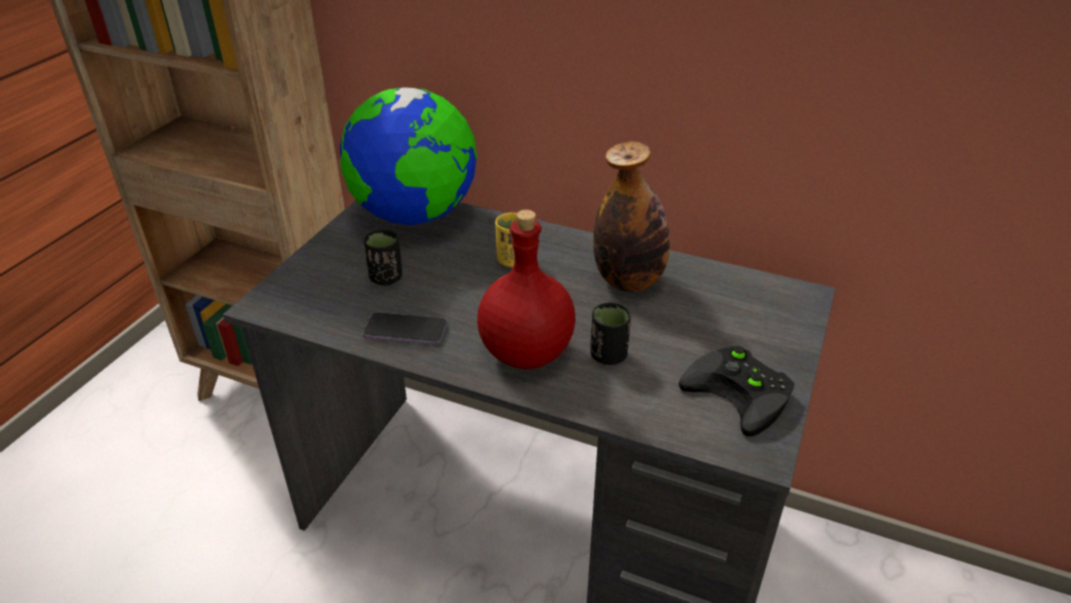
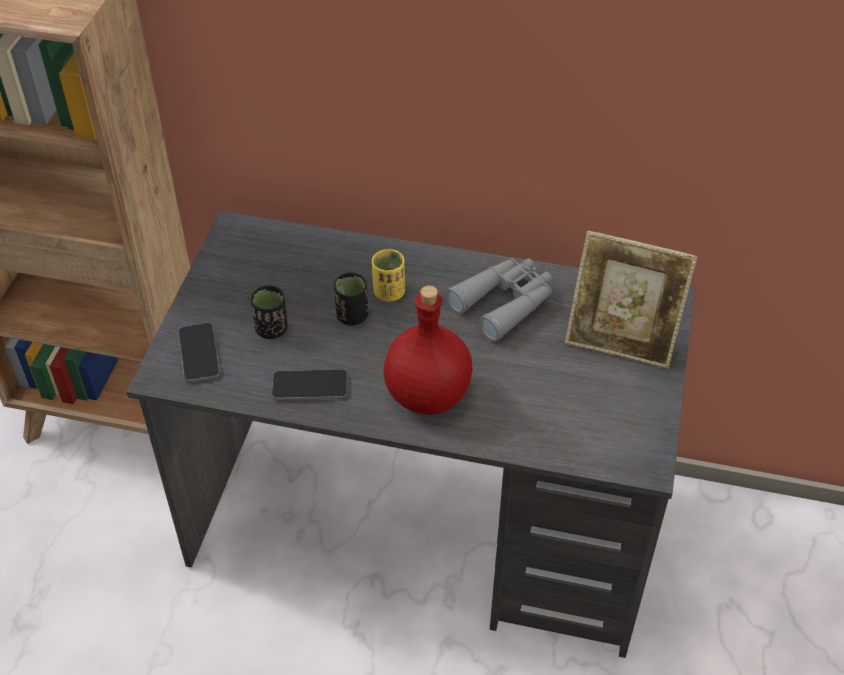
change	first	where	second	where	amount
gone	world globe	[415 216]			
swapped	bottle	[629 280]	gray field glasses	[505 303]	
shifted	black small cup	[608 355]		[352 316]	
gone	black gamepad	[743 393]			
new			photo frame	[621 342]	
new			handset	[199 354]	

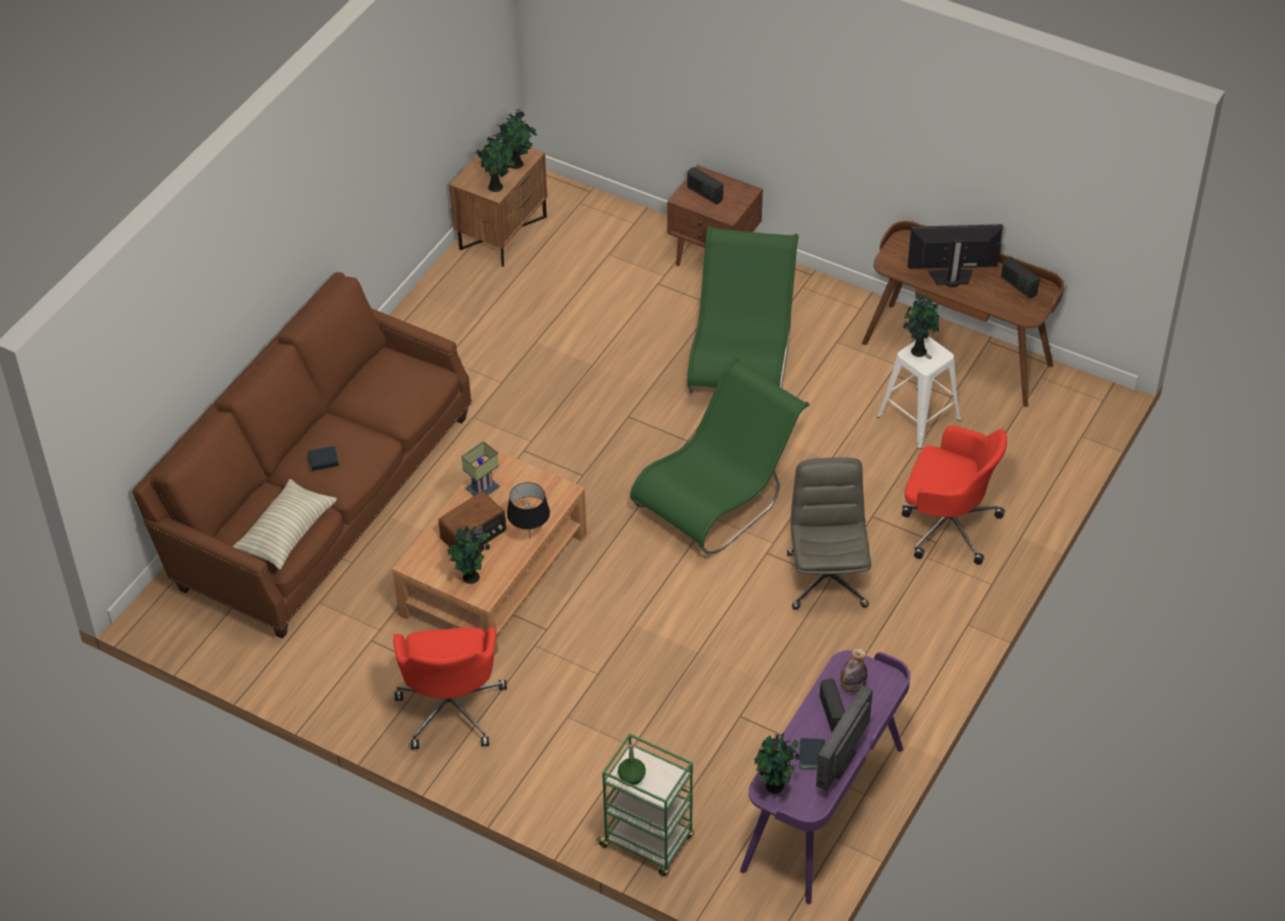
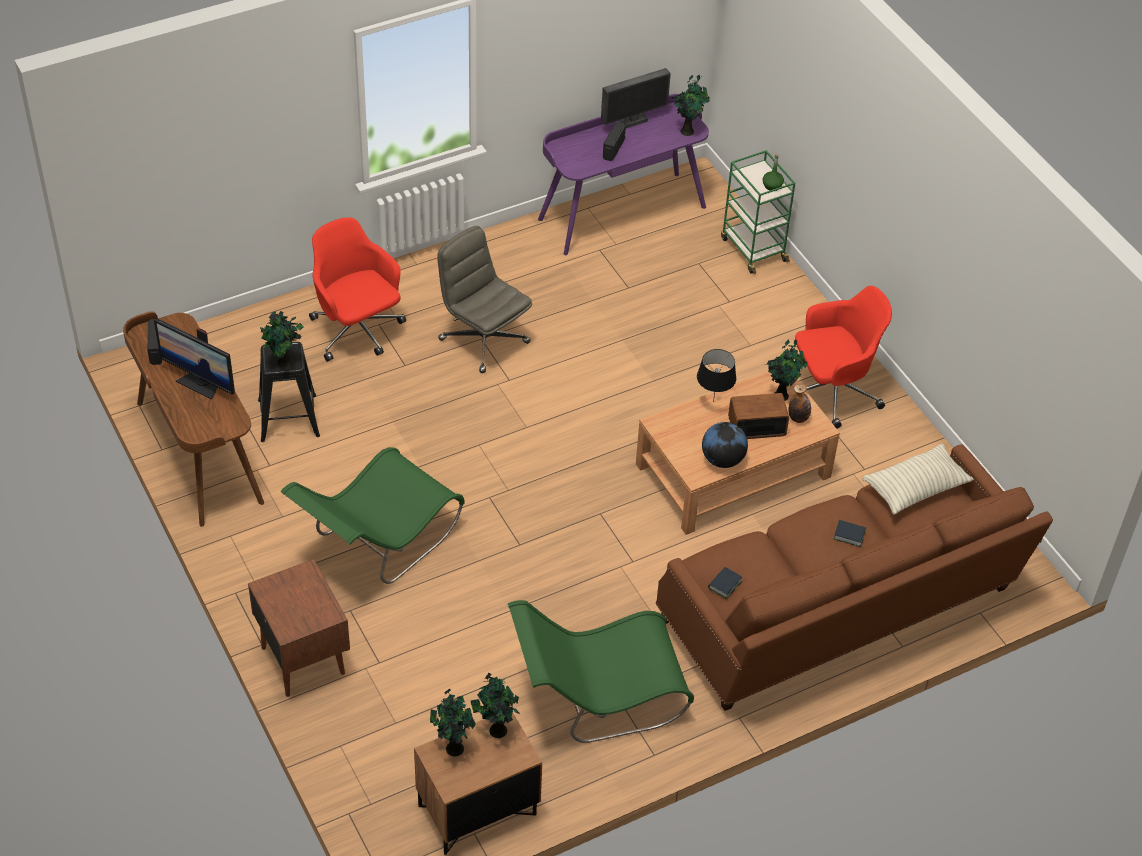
change	first	where	second	where	amount
gone	radio set	[704 194]			
repainted	white stool	[917 417]	black stool	[289 418]	
shifted	green upright chair	[718 500]		[598 698]	
swapped	table lamp	[482 488]	world globe	[722 459]	
rotated	gray office chair	[826 579]		[483 340]	105 degrees clockwise
rotated	red-coloured office chair	[451 707]		[832 391]	45 degrees clockwise
shifted	bottle	[852 686]		[798 418]	
shifted	bound book	[812 756]		[724 584]	

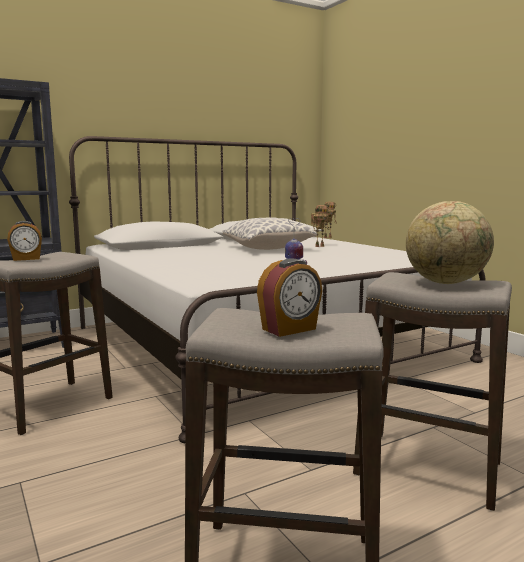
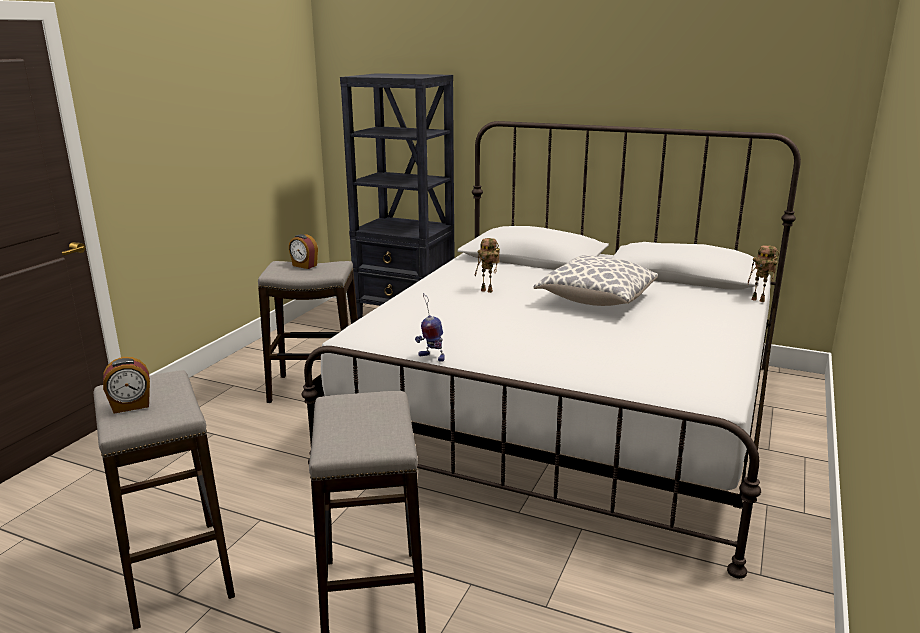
change	first	where	second	where	amount
gone	world globe	[446 283]			
shifted	model robot	[319 246]		[488 291]	
rotated	bedside clock	[290 329]		[131 406]	45 degrees counterclockwise

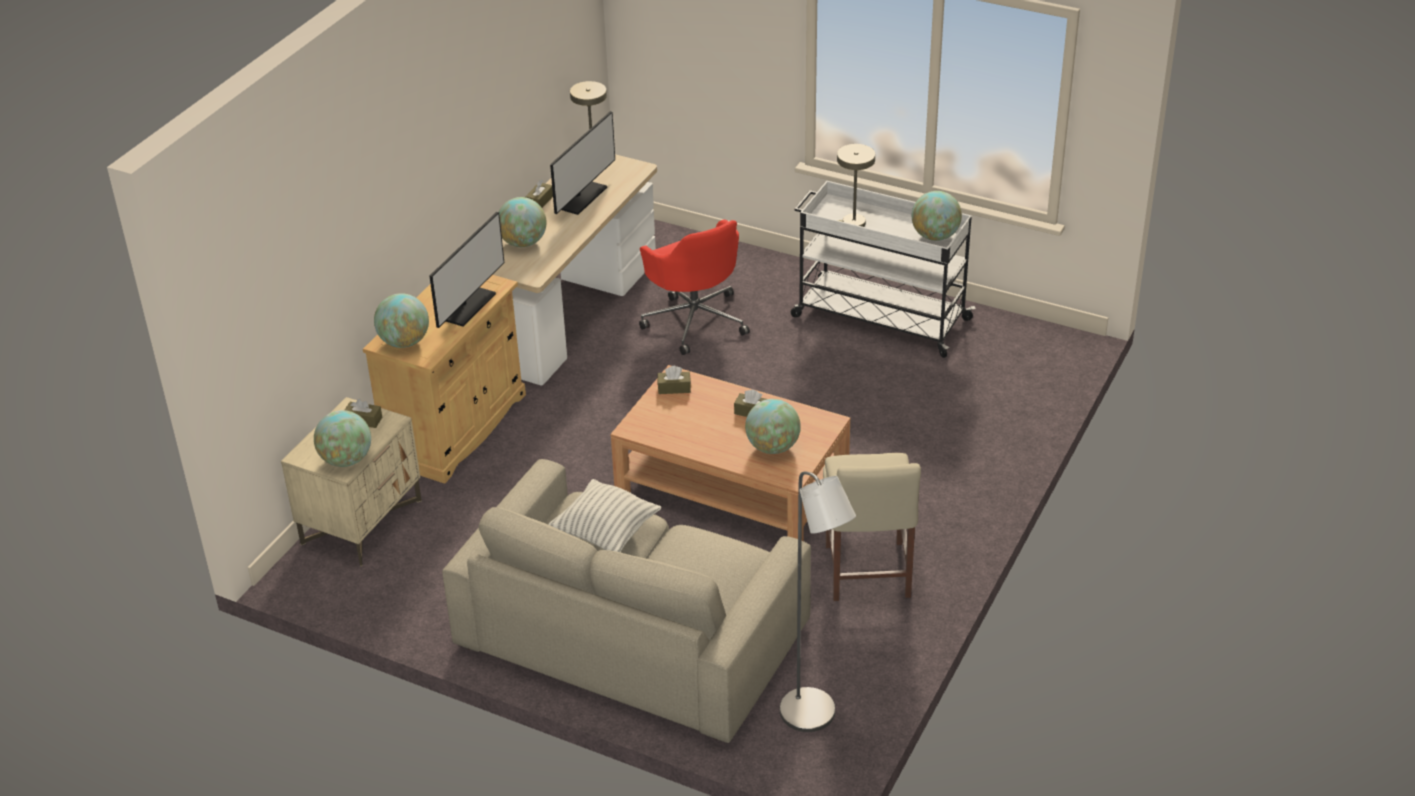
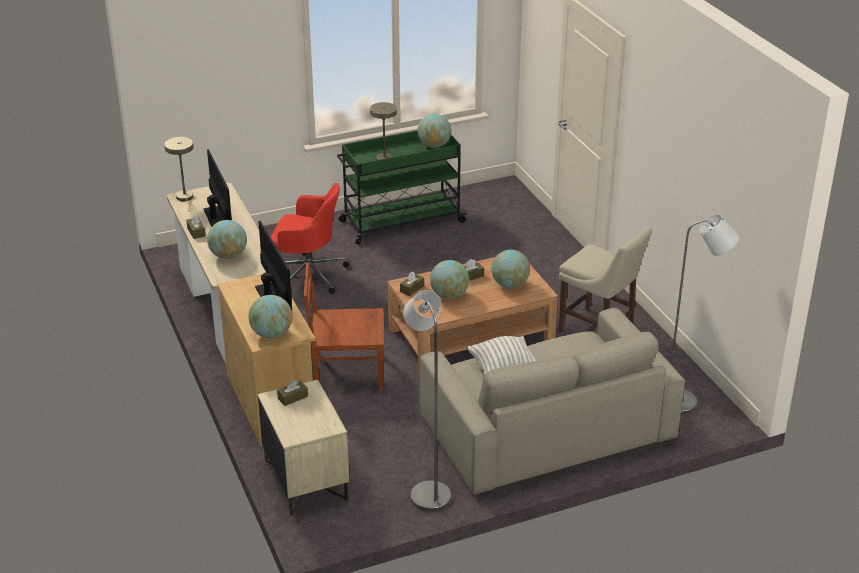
change	first	where	second	where	amount
repainted	white trolley	[879 317]	green trolley	[400 222]	
shifted	world globe	[346 460]		[449 295]	
new			brown-coloured upright chair	[347 373]	
new			gray standing lamp	[427 491]	

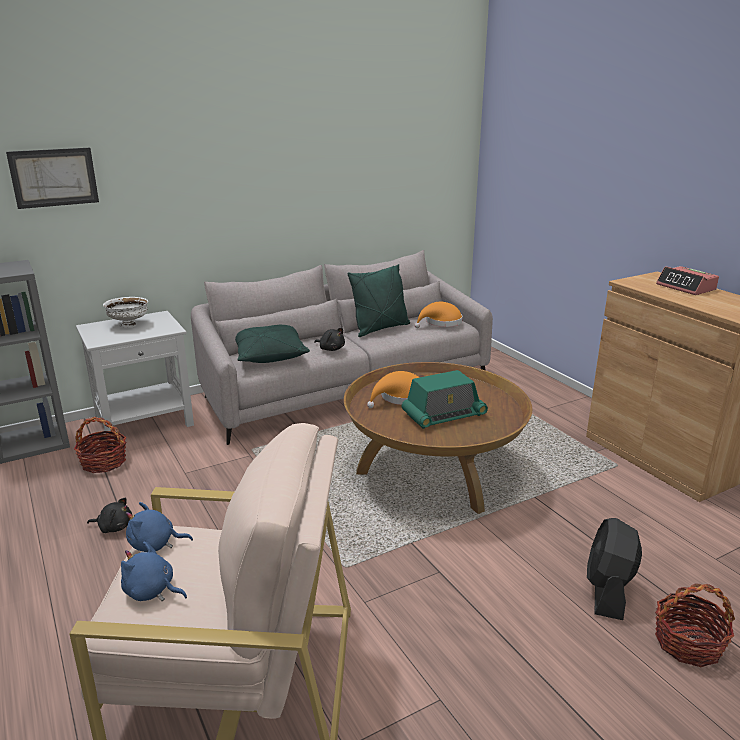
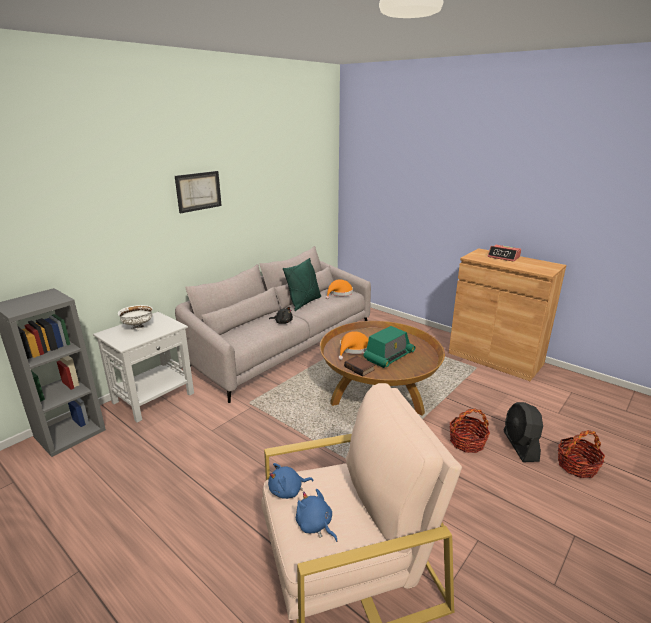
change	first	where	second	where	amount
shifted	wall art	[54 177]		[198 191]	
gone	green pillow	[269 355]			
shifted	storage basket	[103 462]		[467 442]	
gone	black soft toy	[114 527]			
rotated	blue-coloured soft toy	[152 591]		[315 525]	45 degrees clockwise
new			bound book	[360 368]	

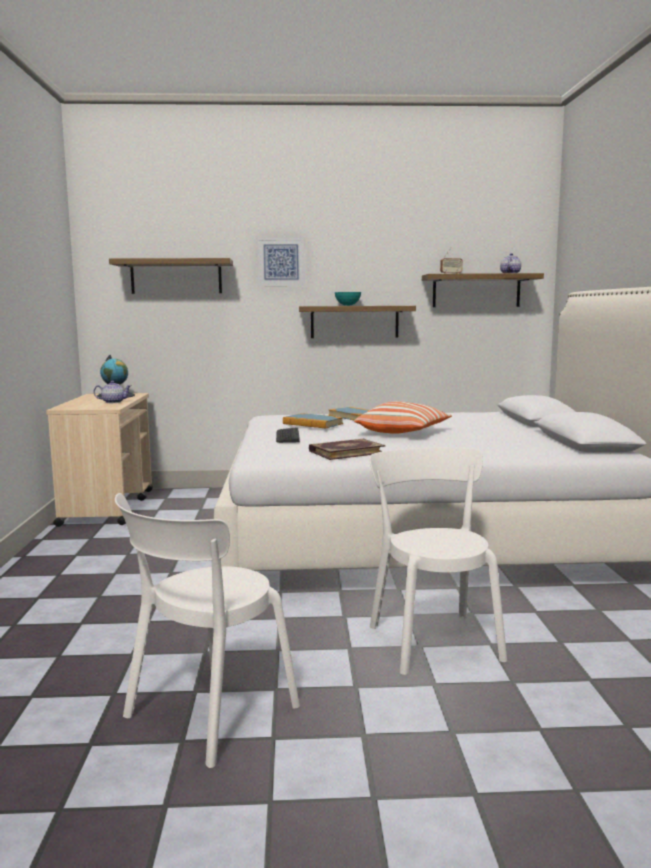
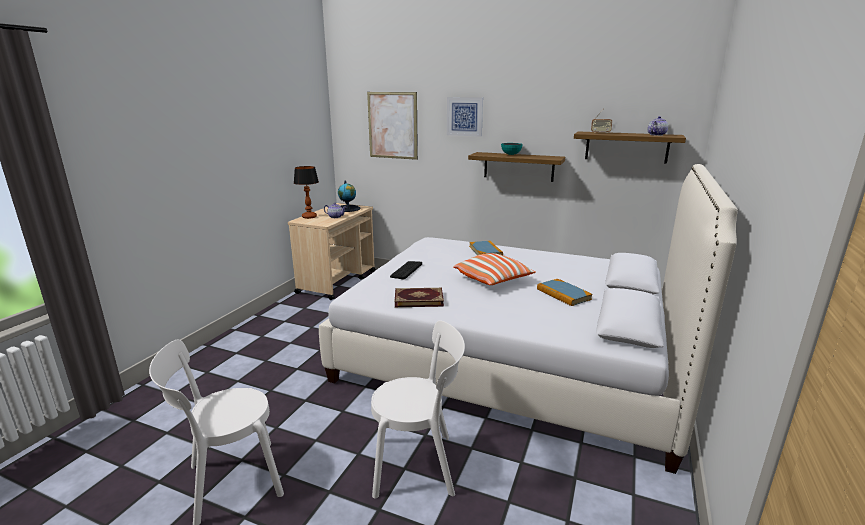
change	first	where	second	where	amount
swapped	bracket shelf	[176 277]	wall art	[392 125]	
shifted	bound book	[312 424]		[563 294]	
rotated	white upright chair	[432 639]		[419 465]	75 degrees clockwise
new			table lamp	[309 217]	

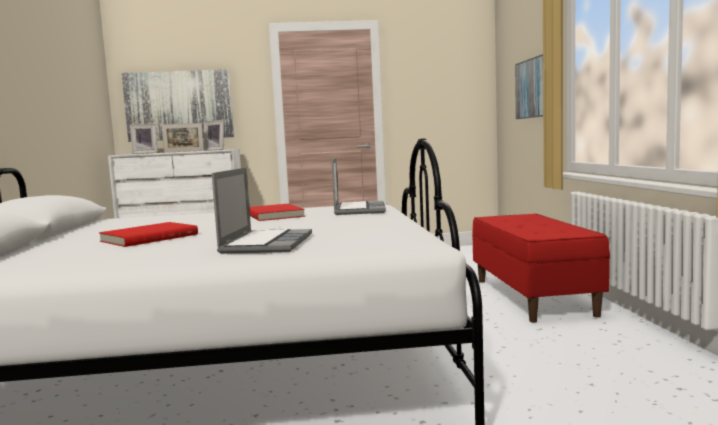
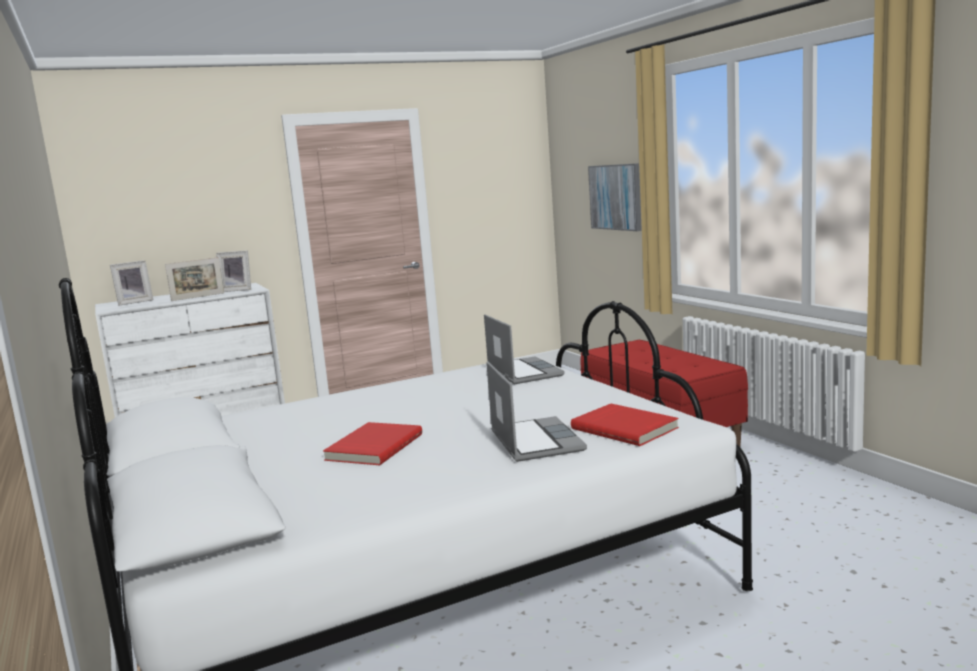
change	first	where	second	where	amount
gone	wall art	[179 105]			
shifted	red-coloured bound book	[275 215]		[625 428]	

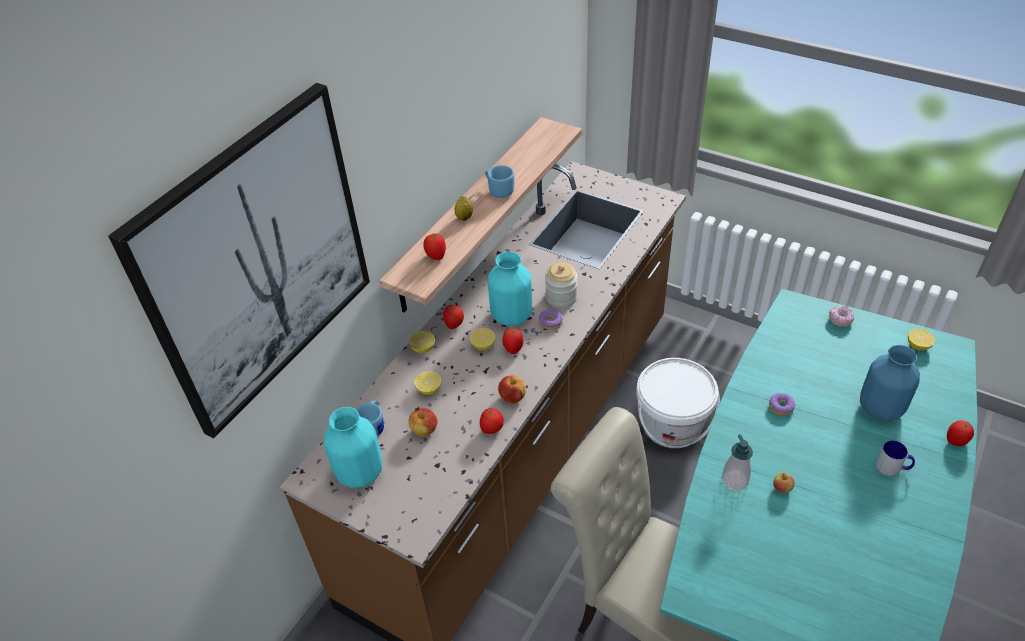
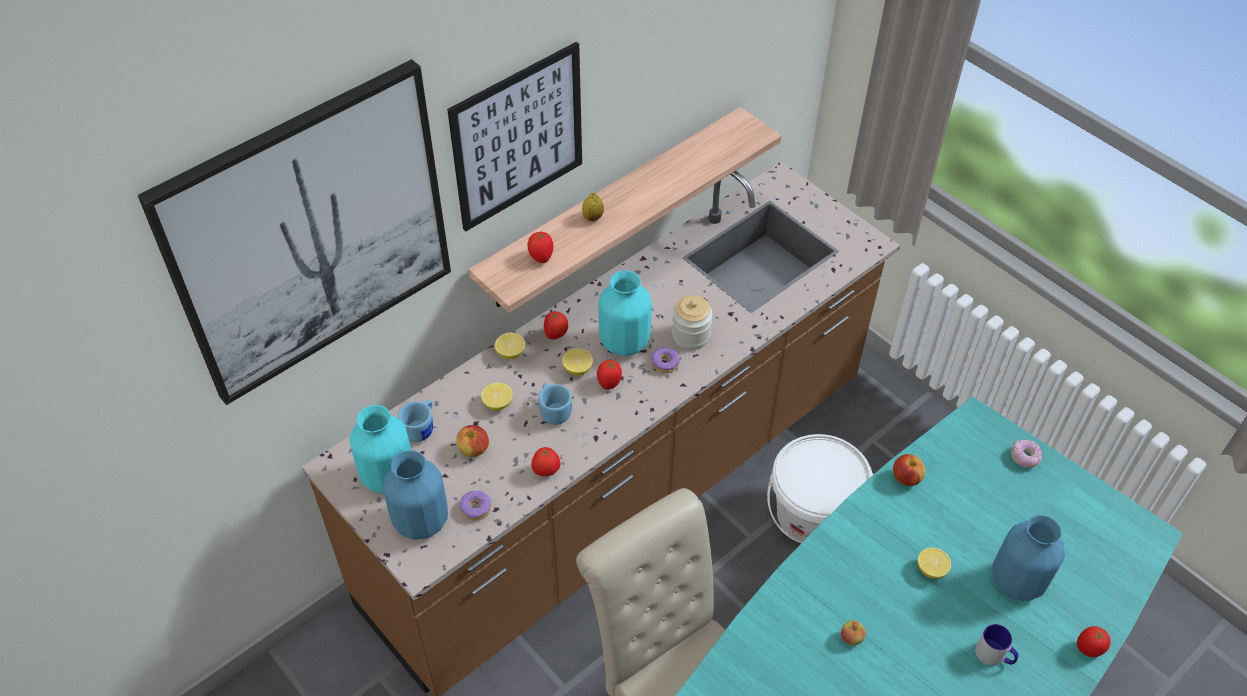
change	first	where	second	where	amount
shifted	blue-coloured coffee mug	[499 190]		[554 410]	
shifted	whole lemon	[918 345]		[931 569]	
shifted	whole apple	[512 397]		[906 478]	
shifted	donut	[781 407]		[476 508]	
gone	liquid soap bottle	[734 480]			
new			wall art	[518 137]	
new			blue-coloured flower vase	[420 520]	

